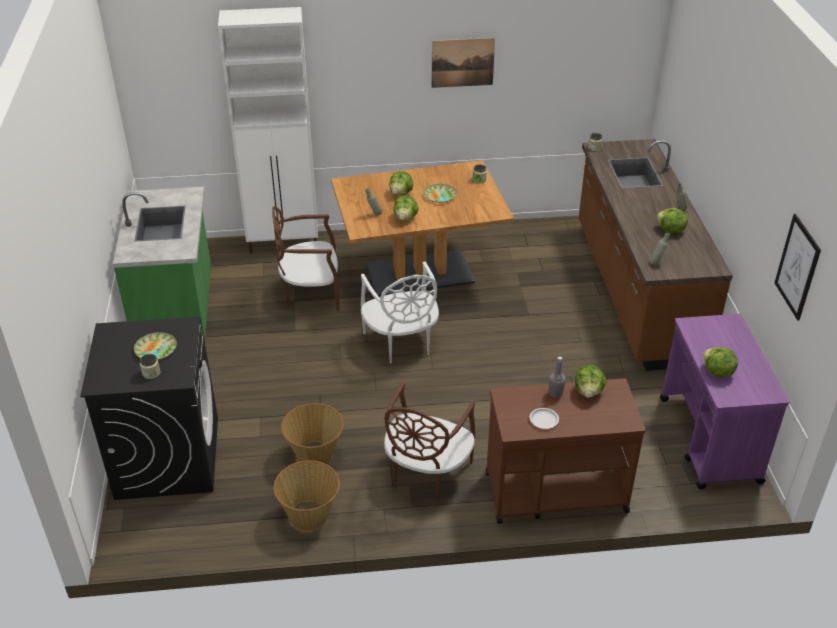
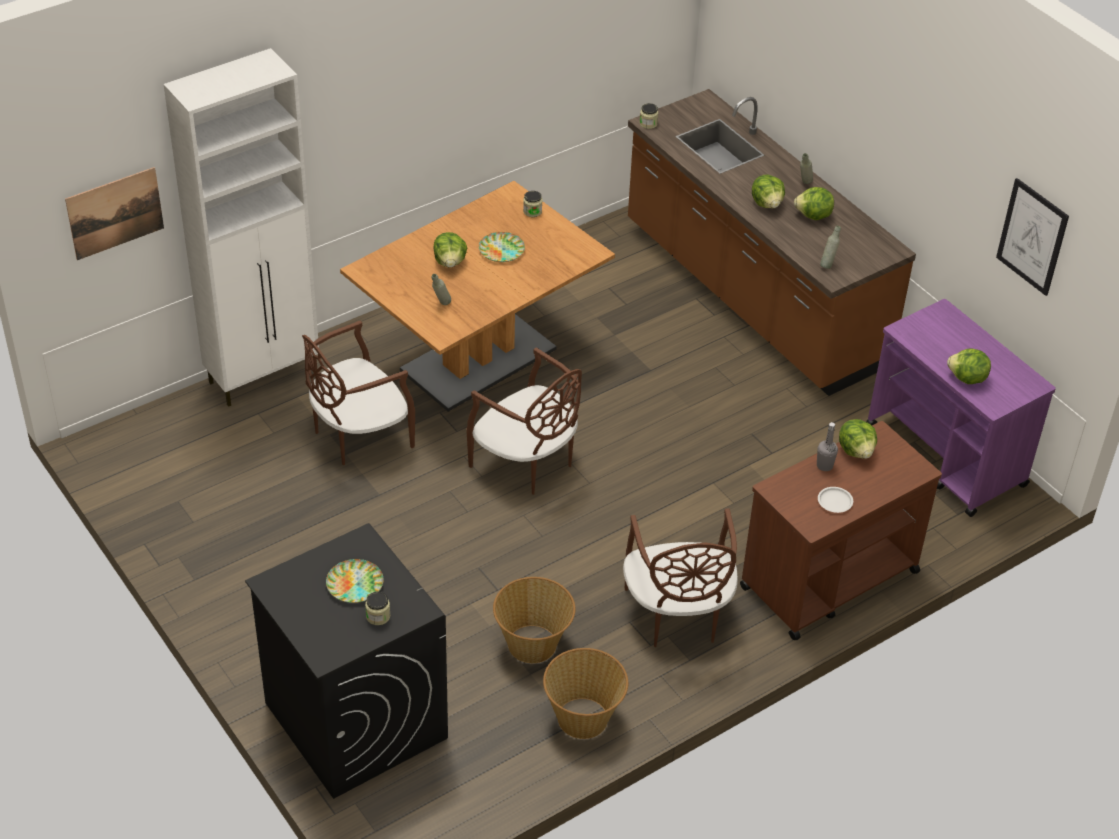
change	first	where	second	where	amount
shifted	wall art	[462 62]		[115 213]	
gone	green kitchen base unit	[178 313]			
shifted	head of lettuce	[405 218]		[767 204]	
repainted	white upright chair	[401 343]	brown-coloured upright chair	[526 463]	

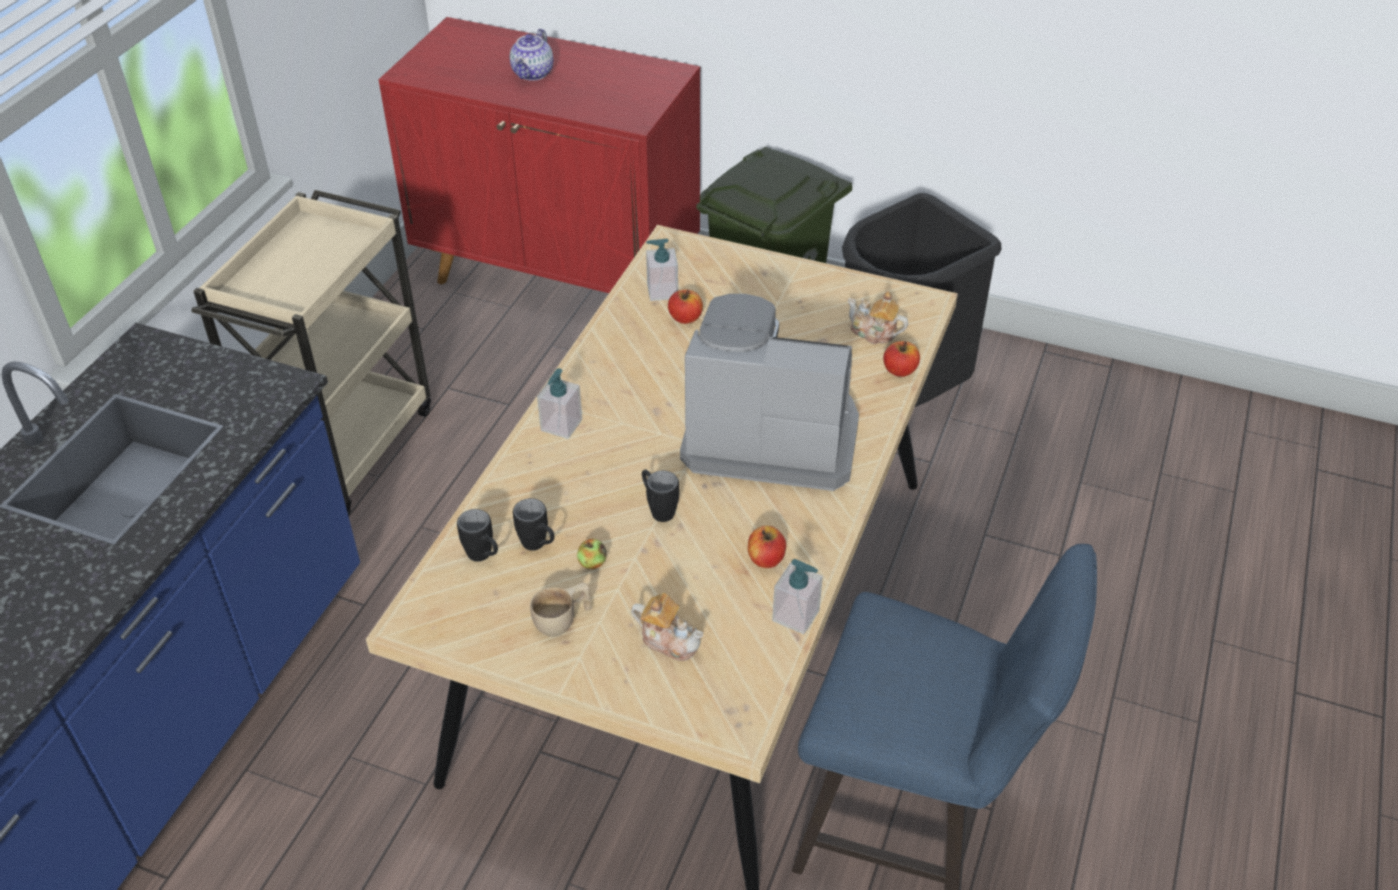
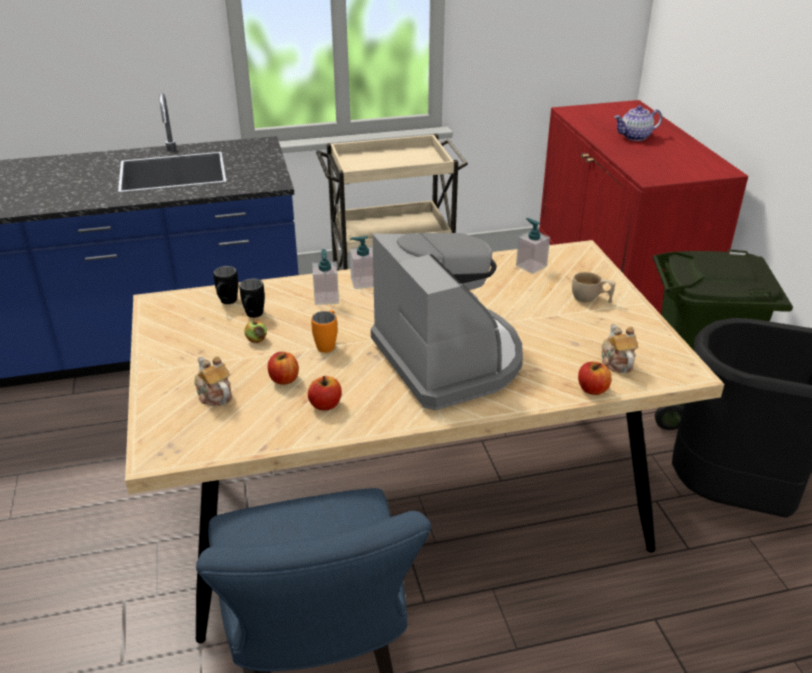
change	first	where	second	where	amount
shifted	whole apple	[685 318]		[284 379]	
repainted	black coffee mug	[658 509]	orangey coffee mug	[328 344]	
shifted	liquid soap bottle	[796 615]		[326 298]	
shifted	sand-coloured small cup	[563 621]		[591 299]	
rotated	tea pot	[669 640]		[214 395]	150 degrees clockwise

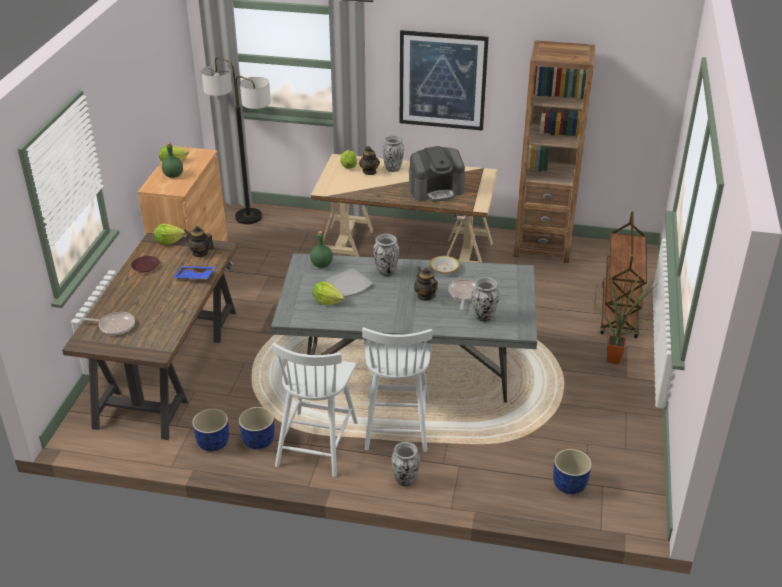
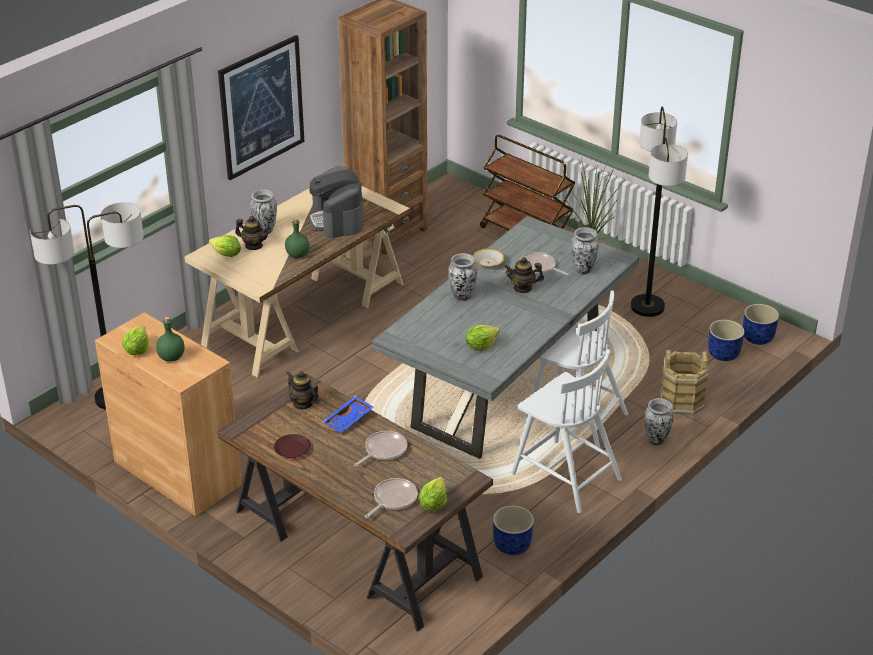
change	first	where	second	where	amount
rotated	coffee maker	[436 190]		[337 220]	150 degrees clockwise
shifted	head of lettuce	[168 241]		[433 504]	
rotated	tea pot	[200 253]		[303 403]	75 degrees clockwise
shifted	green bottle	[322 265]		[298 255]	
gone	dinner plate	[348 284]			
shifted	blue-coloured flower pot	[259 441]		[758 337]	
new			standing lamp	[647 307]	
new			brown-coloured pail	[681 401]	
new			skillet	[383 450]	

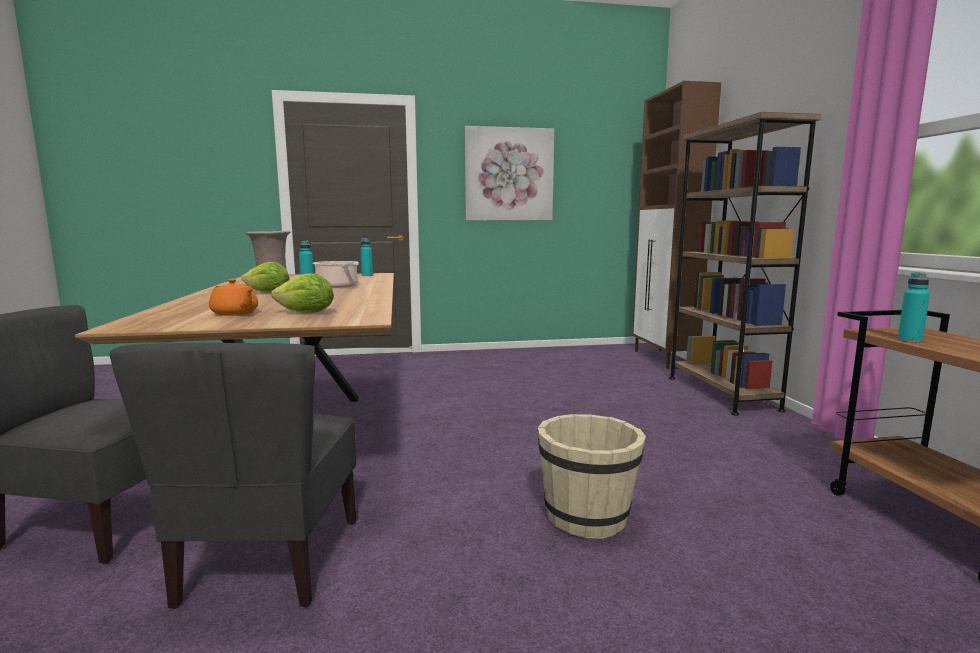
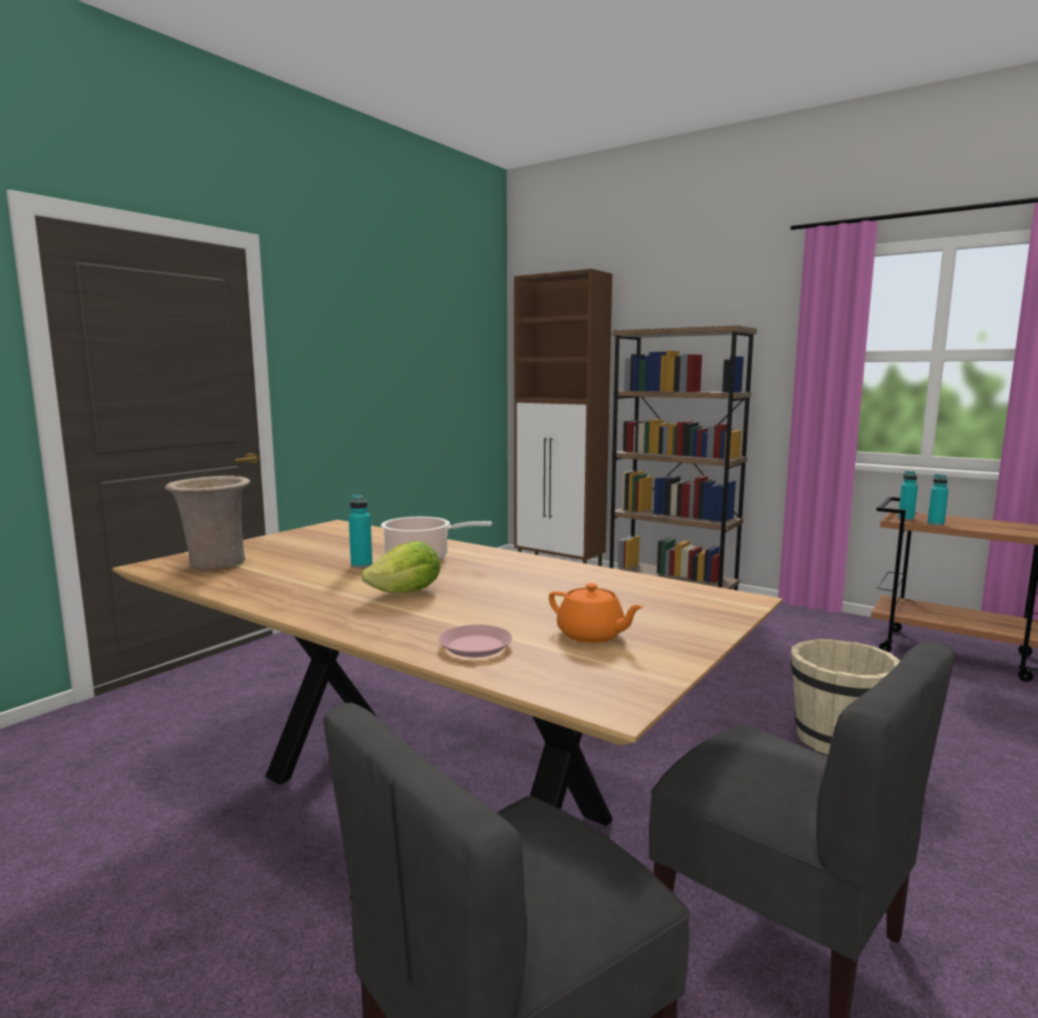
change	first	where	second	where	amount
gone	wall art	[509 174]			
shifted	blue-green bottle	[367 275]		[905 519]	
gone	head of lettuce	[306 313]			
rotated	orangey tea pot	[235 314]		[591 635]	45 degrees clockwise
new			pink dinner plate	[475 646]	

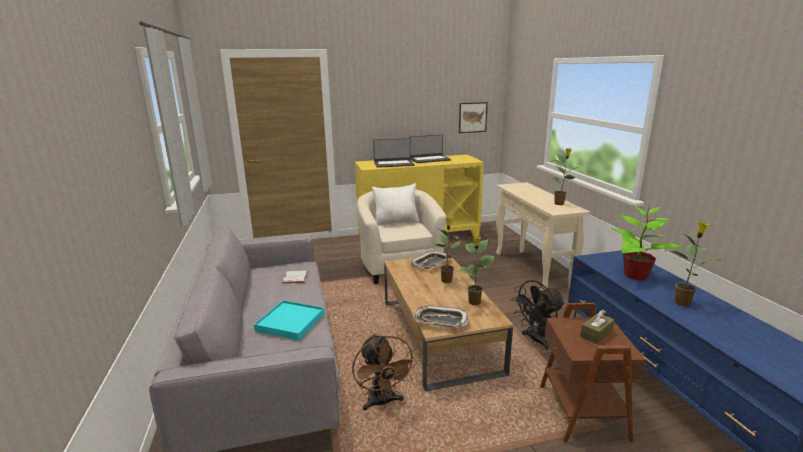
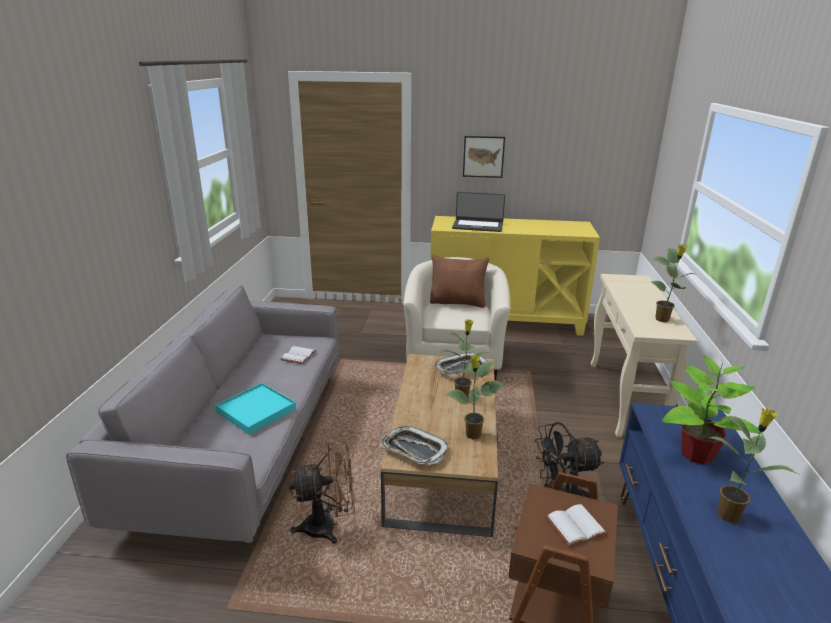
change	first	where	second	where	amount
shifted	wall art	[472 117]		[483 156]	
gone	laptop	[429 159]			
repainted	white pillow	[396 222]	brown-coloured pillow	[458 302]	
swapped	brown-coloured tissue box	[596 334]	white bound book	[575 525]	
rotated	brown-coloured electric fan	[382 403]		[328 526]	105 degrees counterclockwise

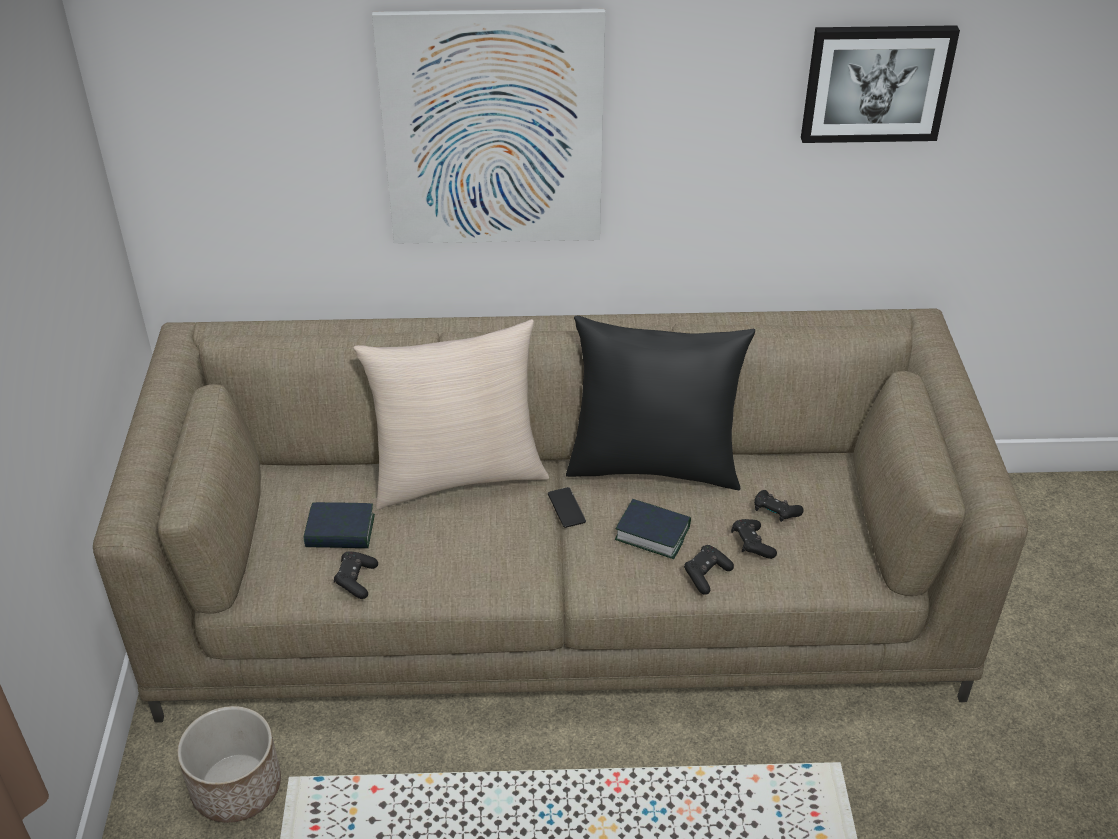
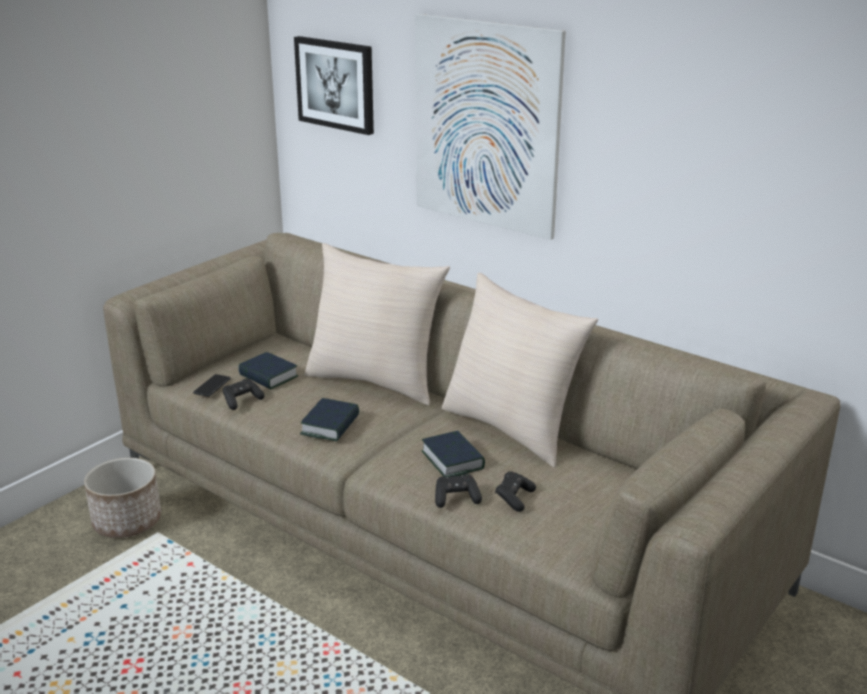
change	first	where	second	where	amount
shifted	wall art	[876 83]		[336 84]	
repainted	black pillow	[654 464]	sand-coloured pillow	[511 428]	
shifted	handset	[566 508]		[212 386]	
gone	black gamepad	[775 513]			
new			bound book	[330 425]	

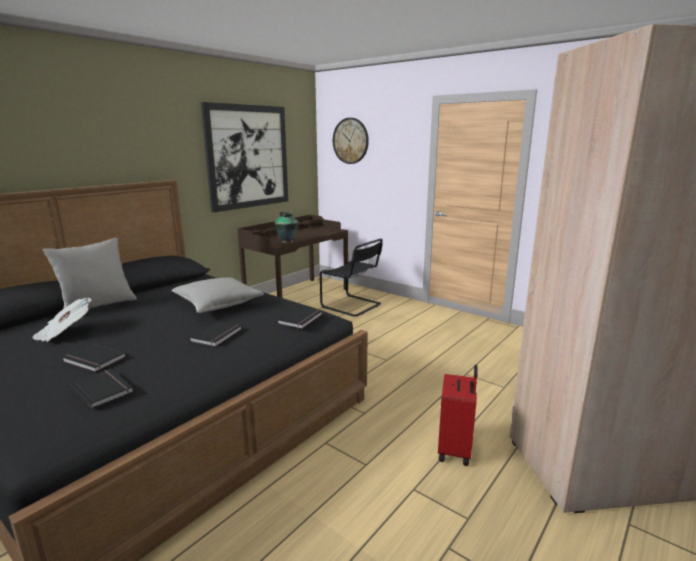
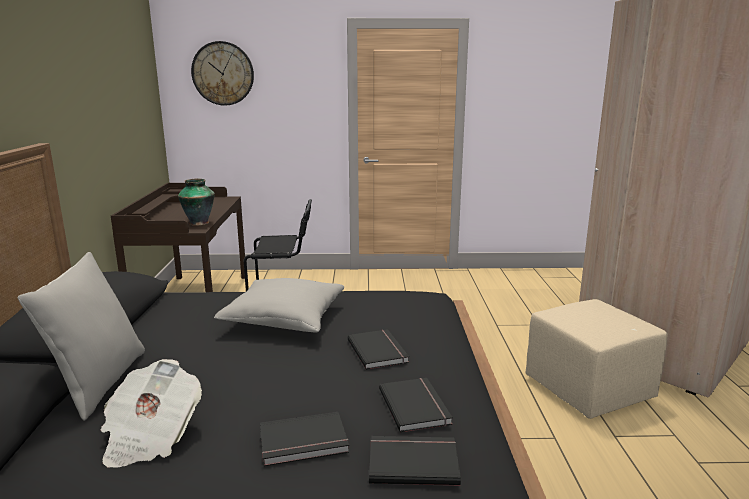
change	first	where	second	where	amount
gone	wall art	[248 157]			
shifted	black bound book	[301 319]		[416 406]	
swapped	red-coloured travel case	[455 450]	sand-coloured pouffe	[589 390]	

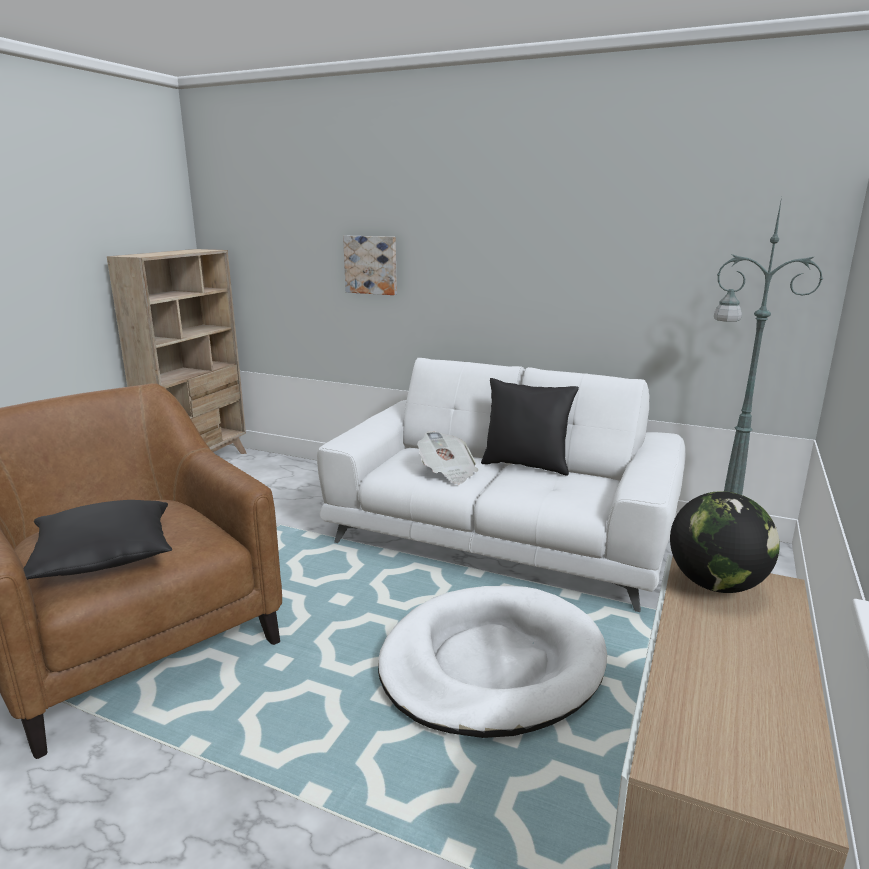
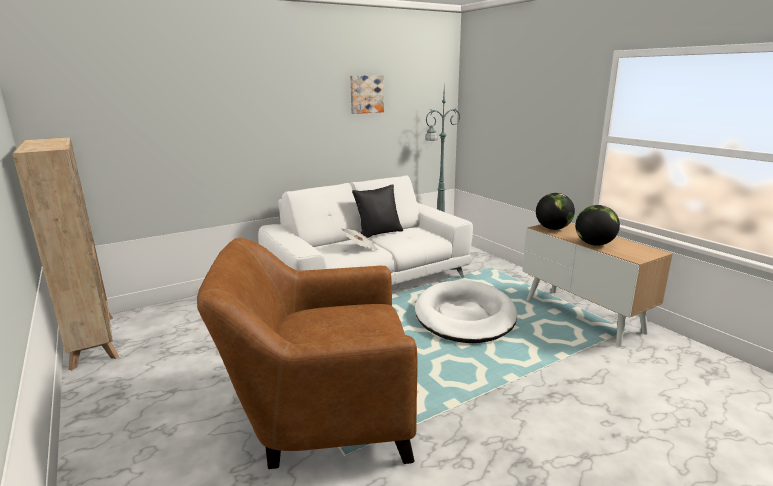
change	first	where	second	where	amount
shifted	wall art	[371 265]		[366 94]	
gone	black pillow	[104 557]			
new			world globe	[594 244]	

